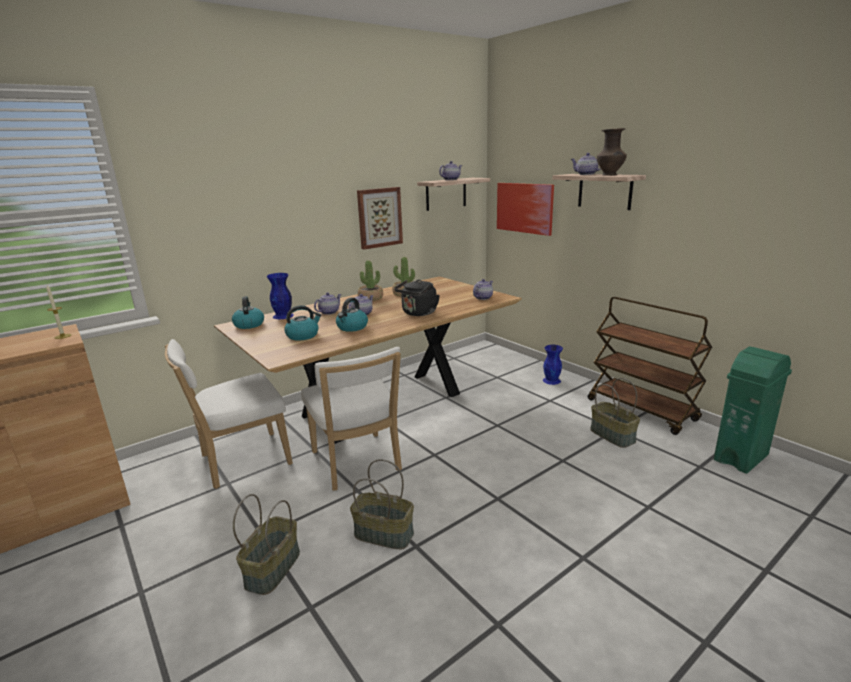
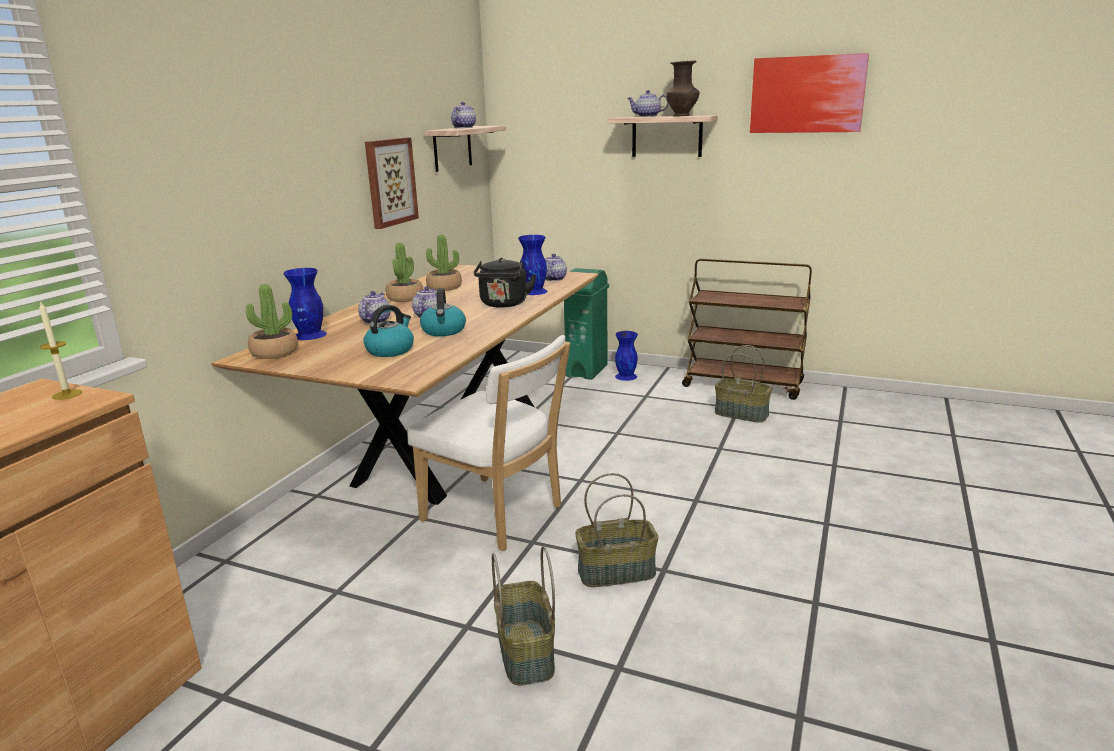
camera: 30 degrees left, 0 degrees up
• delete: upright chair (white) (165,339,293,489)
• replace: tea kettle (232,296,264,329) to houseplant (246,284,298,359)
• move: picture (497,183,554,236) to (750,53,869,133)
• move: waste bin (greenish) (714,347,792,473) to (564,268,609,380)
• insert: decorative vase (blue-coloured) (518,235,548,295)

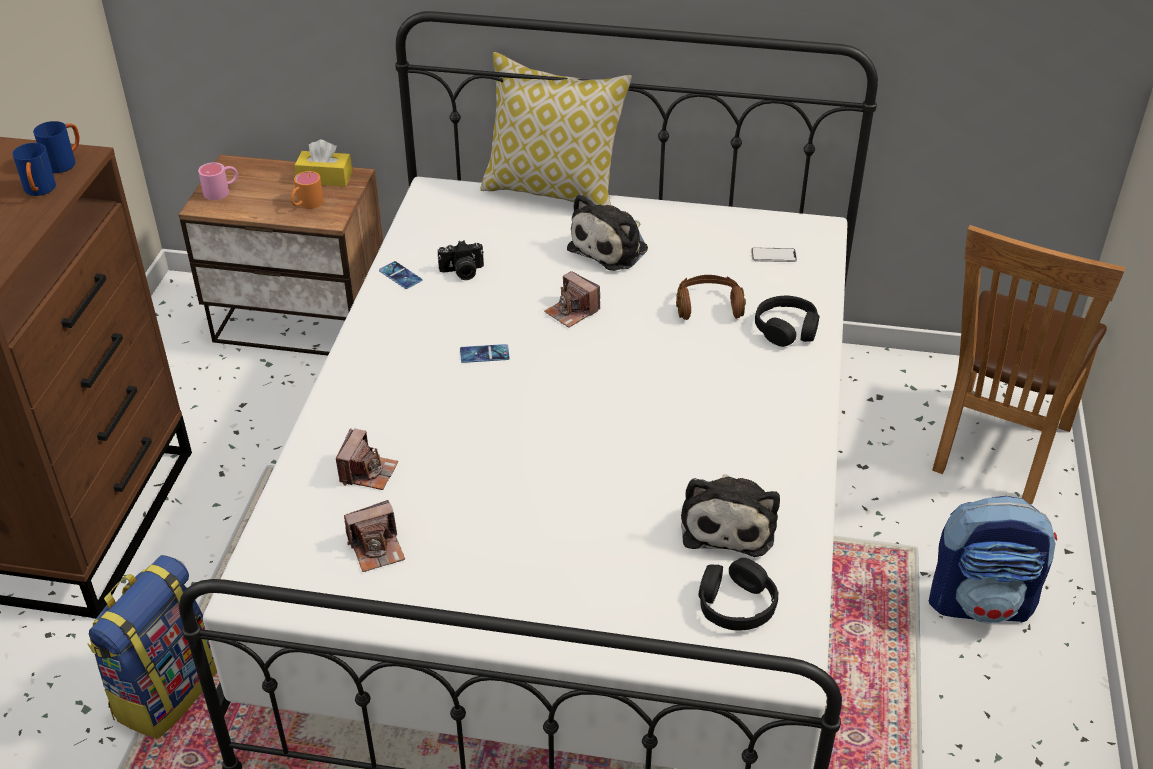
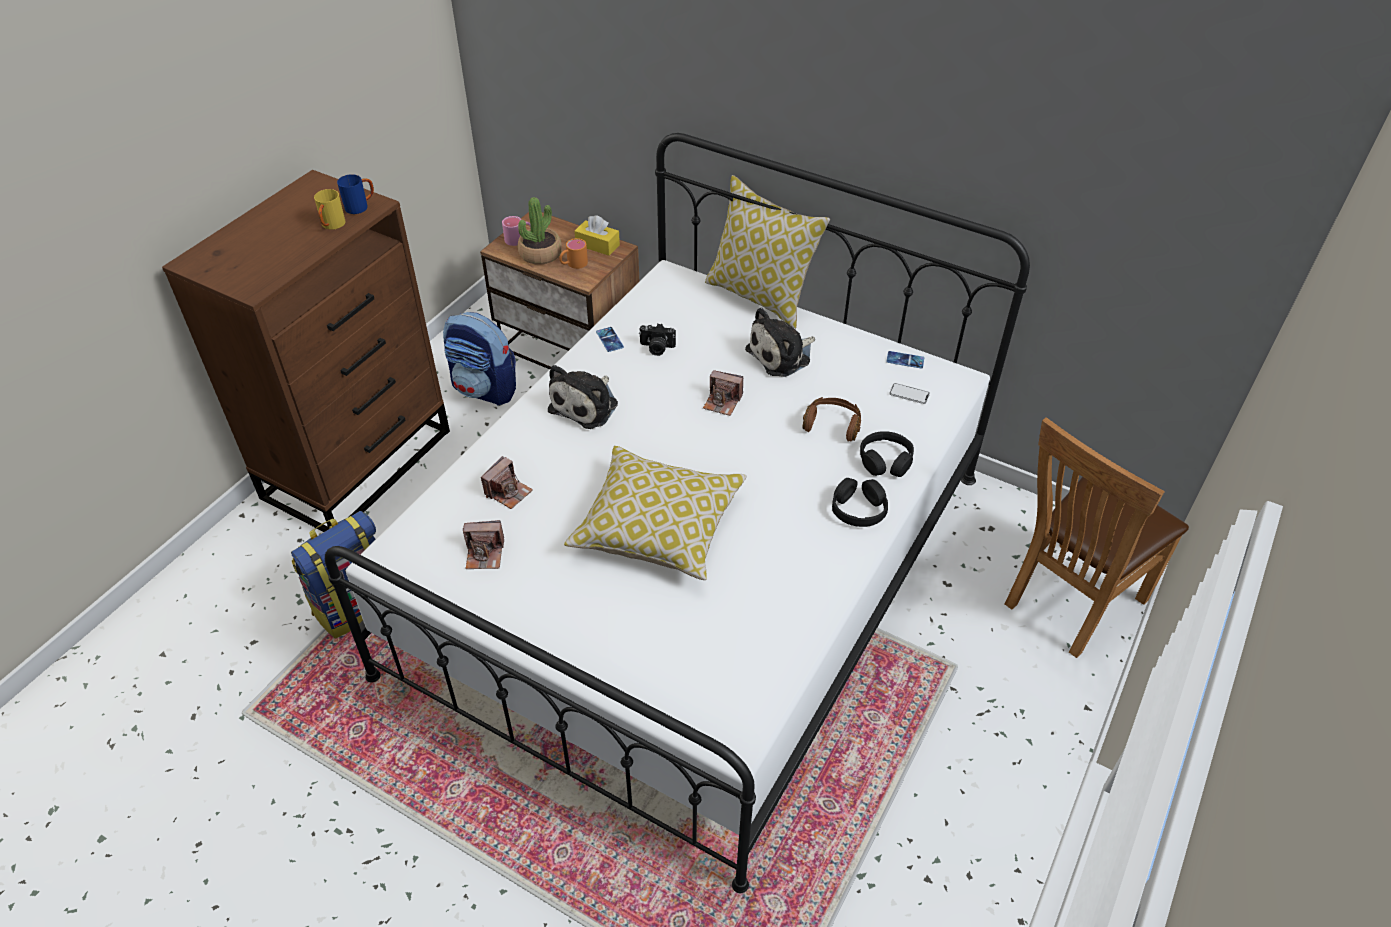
camera: 20 degrees right, 5 degrees up
• recolor: coffee mug (blue-coloured) (12,143,56,196) to coffee mug (yellow) (314,189,346,230)
• move: handset (460,344,510,363) to (886,351,924,369)
• rotate: still camera (544,271,600,328) = (703,370,743,416) 45 degrees counterclockwise
• move: cuddly toy (681,474,780,557) to (548,365,618,429)
• move: pair of headphones (blackish) (698,558,778,631) to (832,478,888,527)
• move: rucksack (929,496,1057,623) to (443,312,516,405)
• insert: houseplant (518,197,562,264)
• insert: pillow (564,446,747,580)

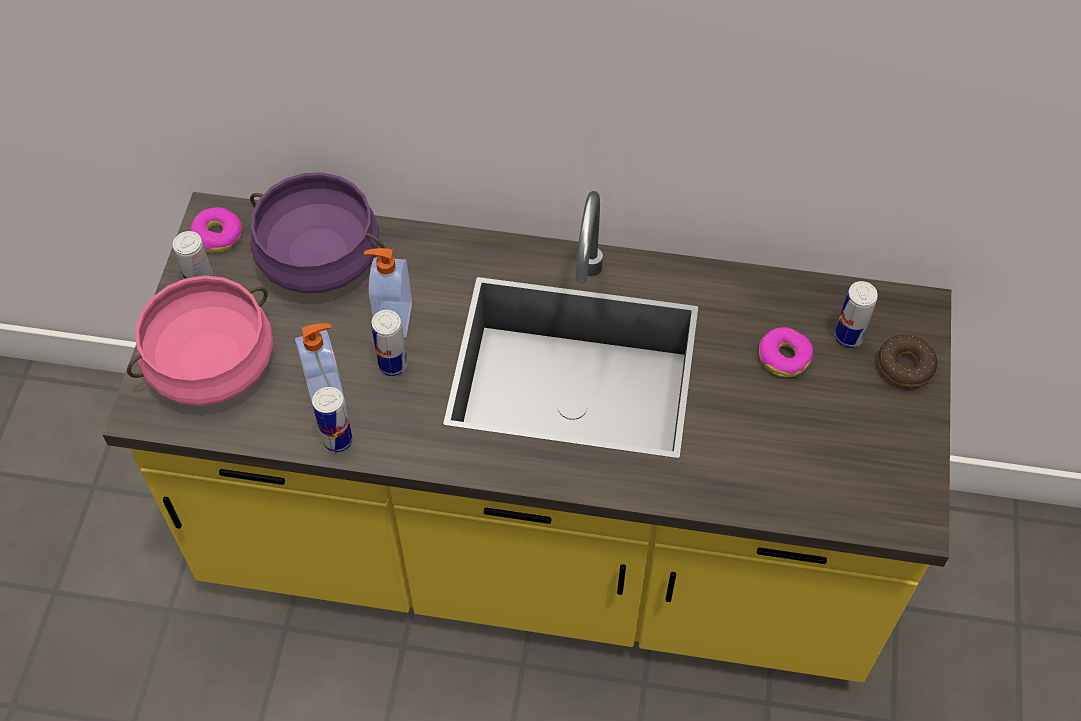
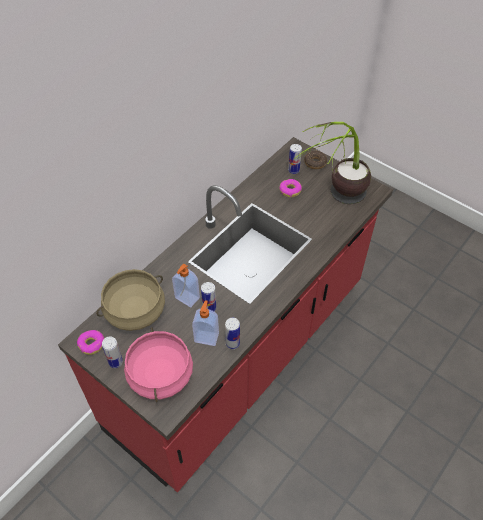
camera: 60 degrees left, 5 degrees down
• recolor: kitchen base unit (yellow) (102,191,951,682) to kitchen base unit (reddish) (58,137,393,492)
• recolor: saucepot (purple) (250,172,385,293) to saucepot (beige) (96,269,165,331)
• insert: houseplant (294,122,371,204)

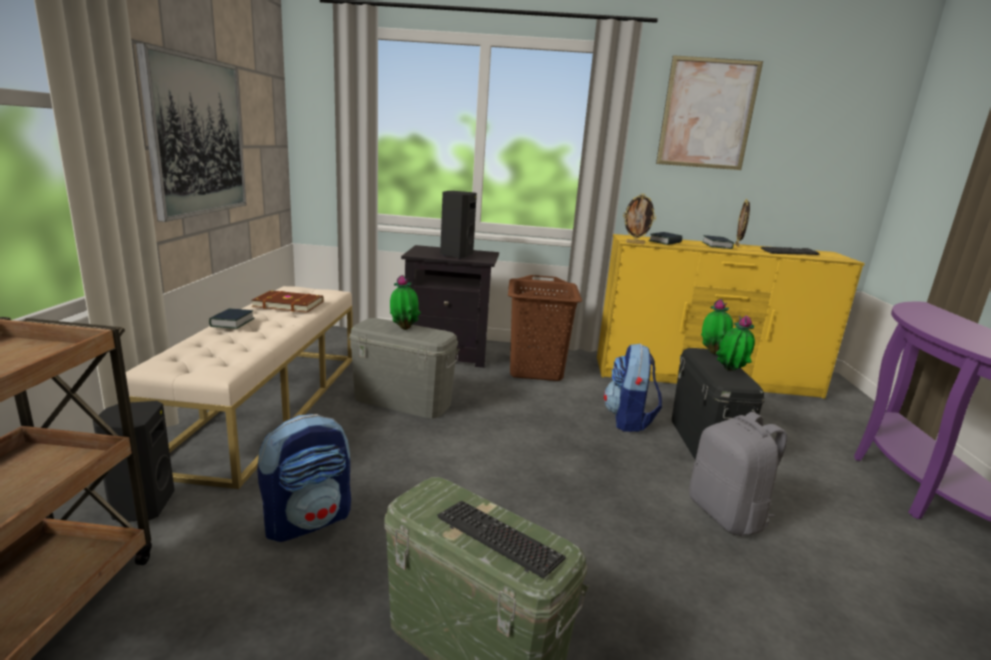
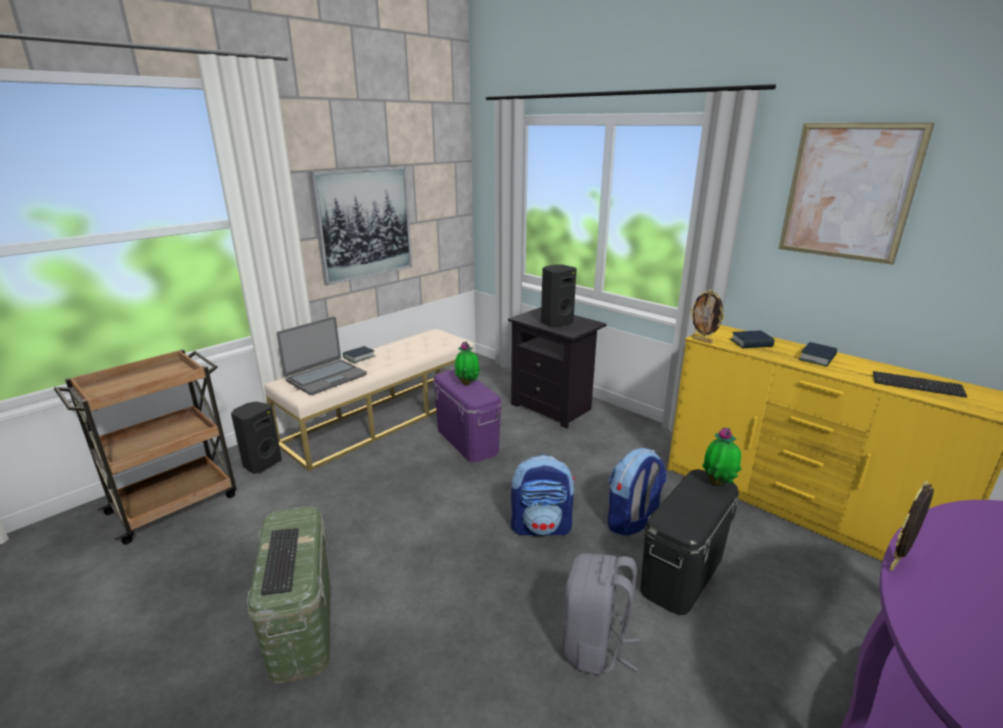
camera: 40 degrees right, 5 degrees up
• delete: bound book (brownish) (252,290,324,313)
• move: rucksack (257,414,351,542) to (511,455,575,536)
• recolor: storage bin (gray) (349,318,460,419) to storage bin (purple) (433,369,502,462)
• delete: hamper (brownish) (508,275,582,381)
• delete: houseplant (716,315,755,371)
• move: standing frame (735,199,750,247) to (889,480,934,571)
• insert: portable computer (277,317,367,395)

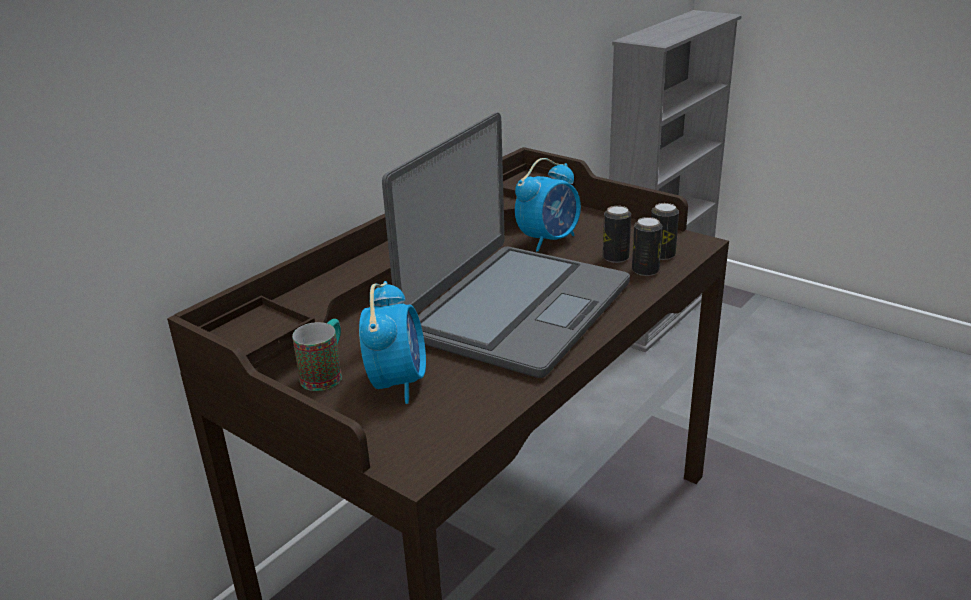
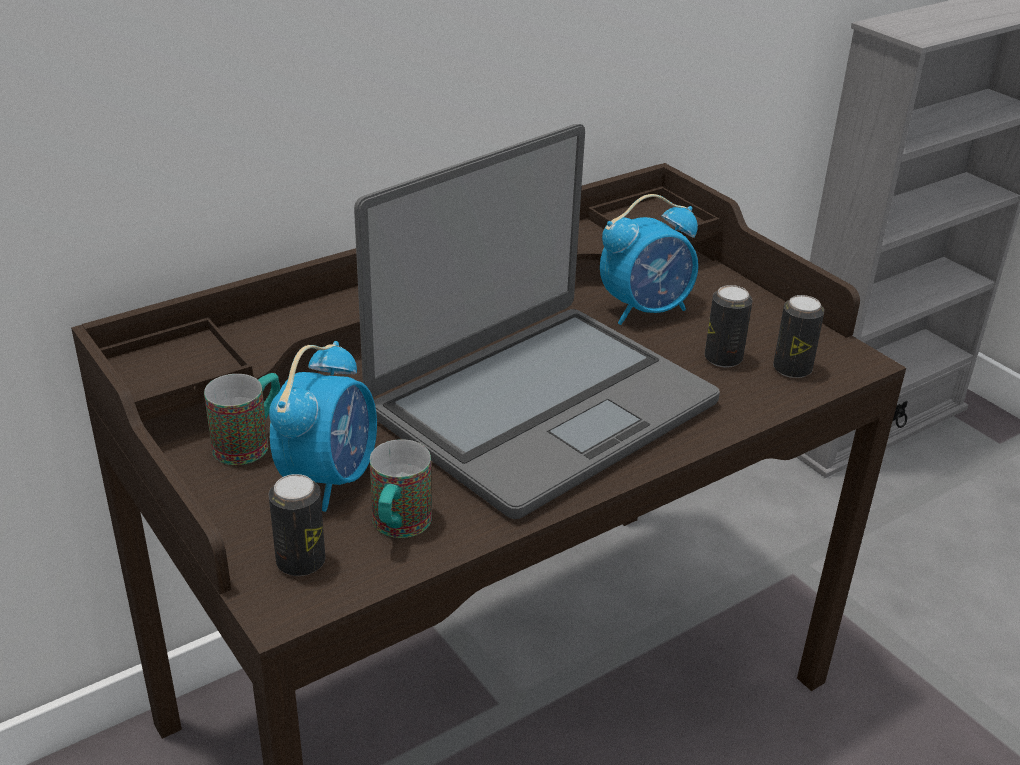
camera: 15 degrees right, 5 degrees up
• move: sealed can (632,217,662,276) to (269,474,326,576)
• insert: coffee mug (370,439,432,538)

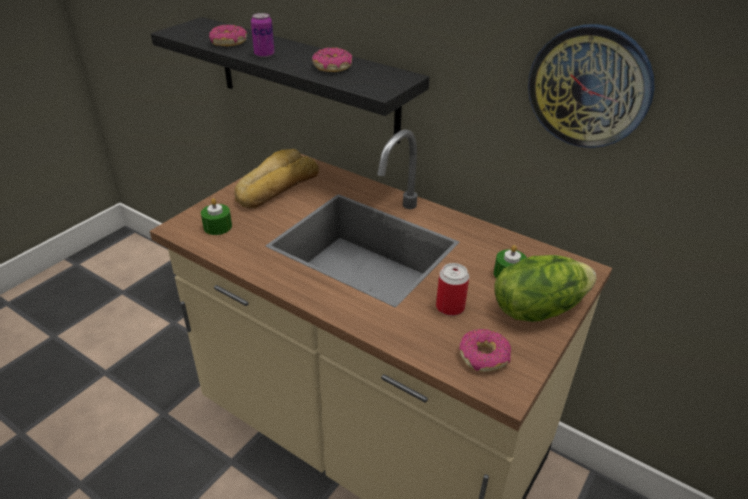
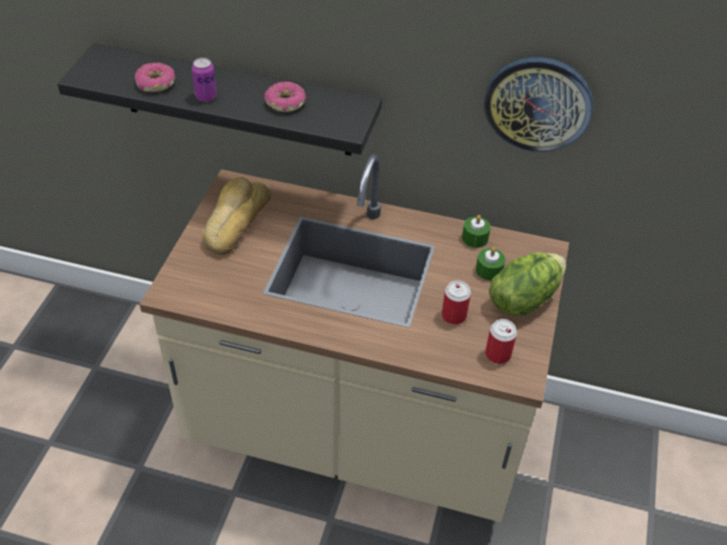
camera: 20 degrees left, 10 degrees up
• move: wax candle (greenish) (201,198,232,235) to (462,215,491,248)
• replace: ring doughnut (459,329,511,372) to sealed can (485,319,517,364)

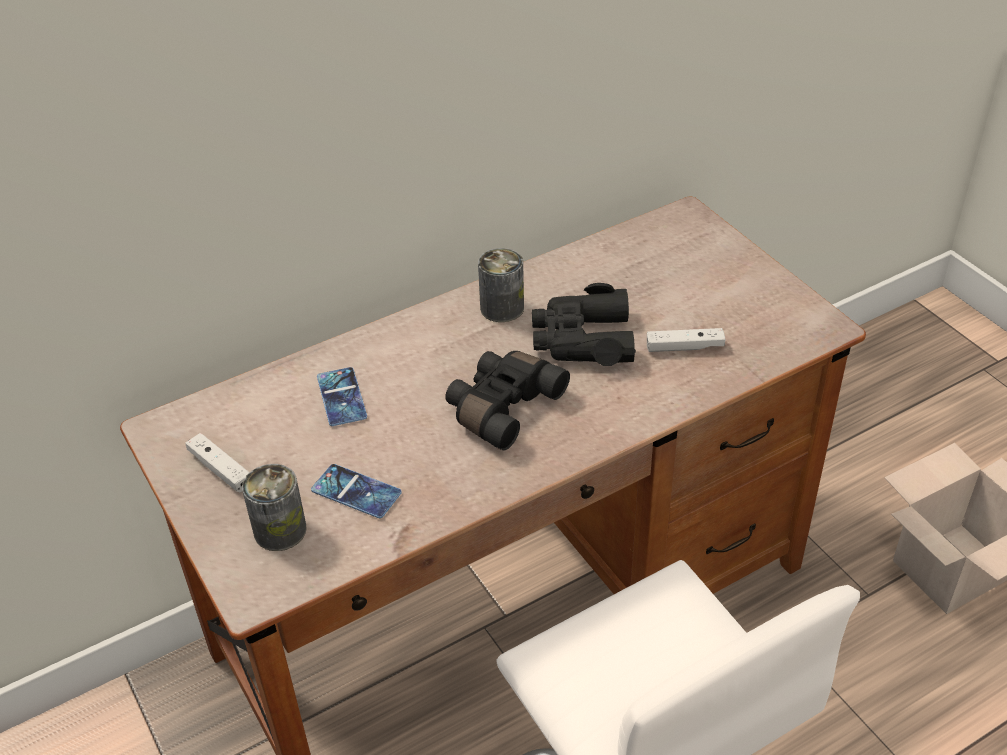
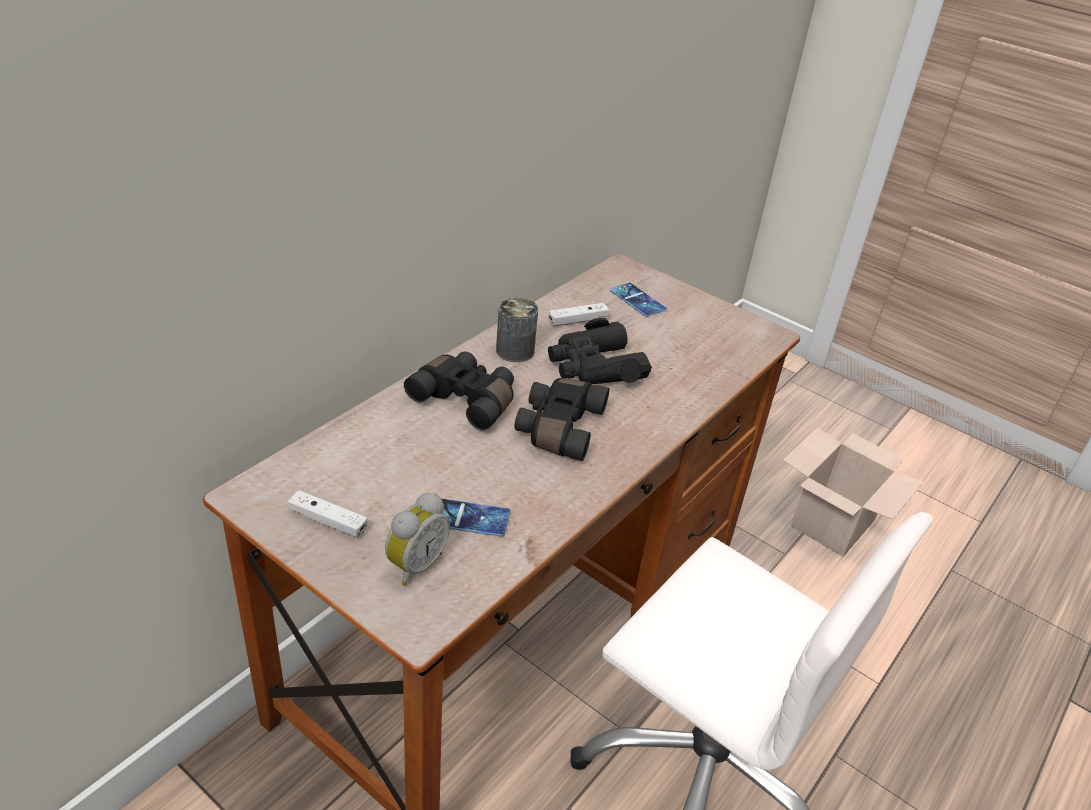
camera: 25 degrees left, 5 degrees down
• replace: sealed can (242,464,307,551) to bedside clock (385,492,450,586)
• move: handset (317,367,367,426) to (610,283,667,317)
• move: game controller (white) (647,328,725,352) to (549,303,609,327)
• insert: field glasses (blackish) (404,351,514,430)

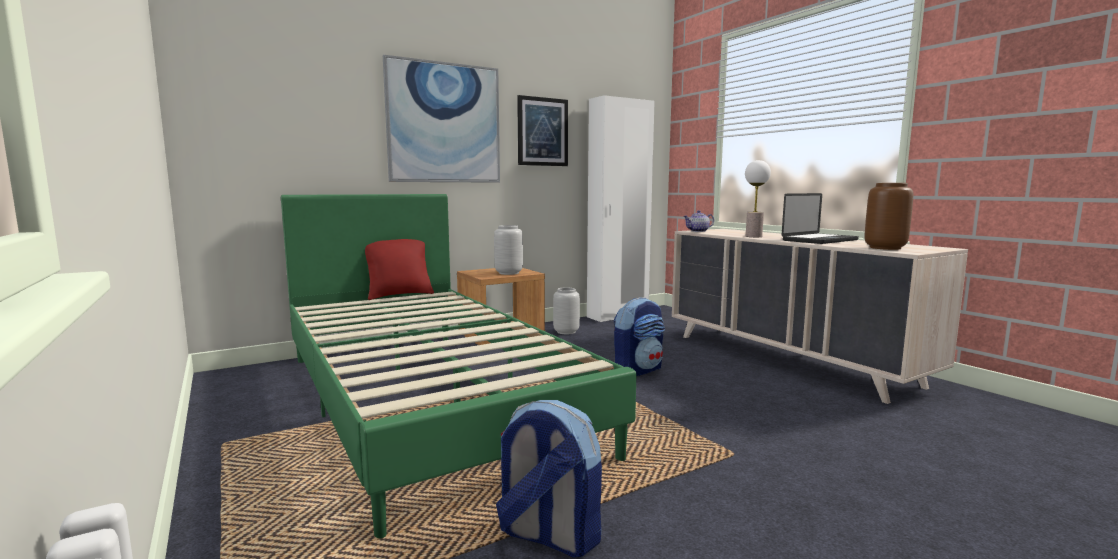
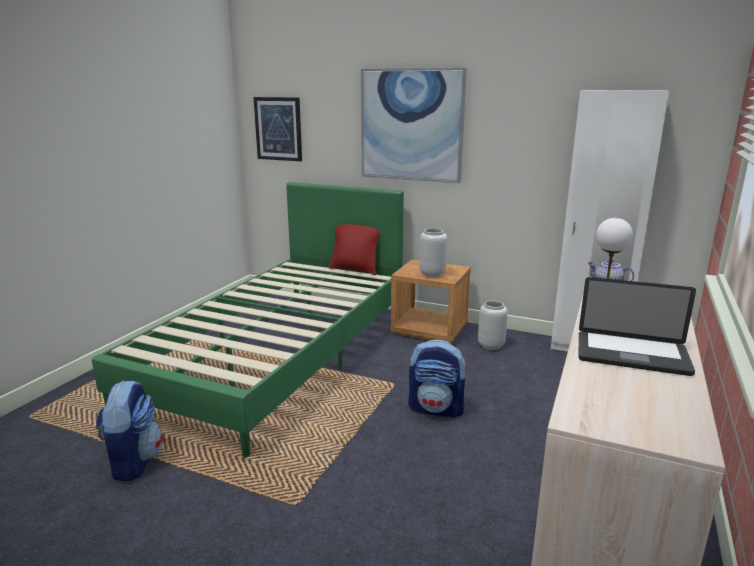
camera: 55 degrees right, 10 degrees up
• move: picture (517,95,568,166) to (253,97,302,161)
• delete: decorative vase (brownish) (865,183,913,250)

